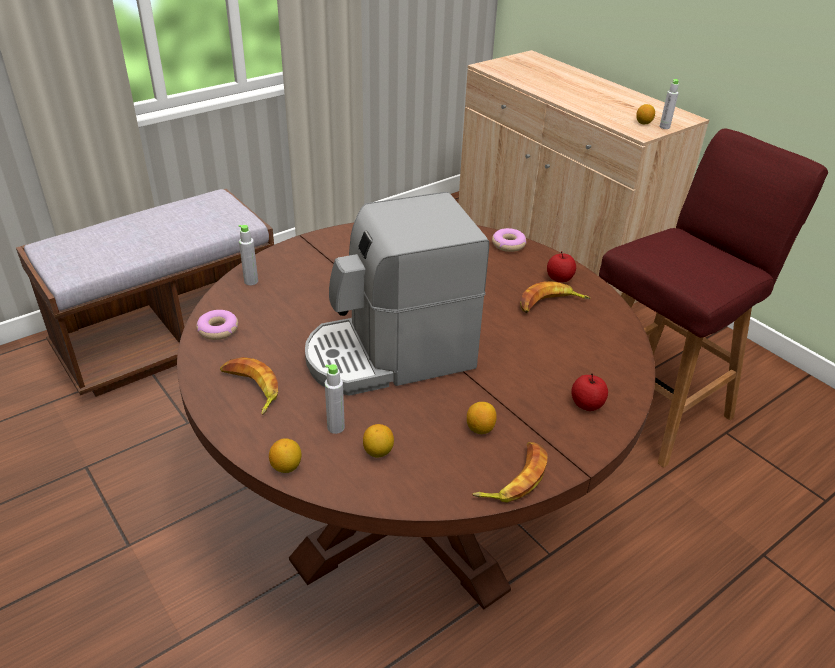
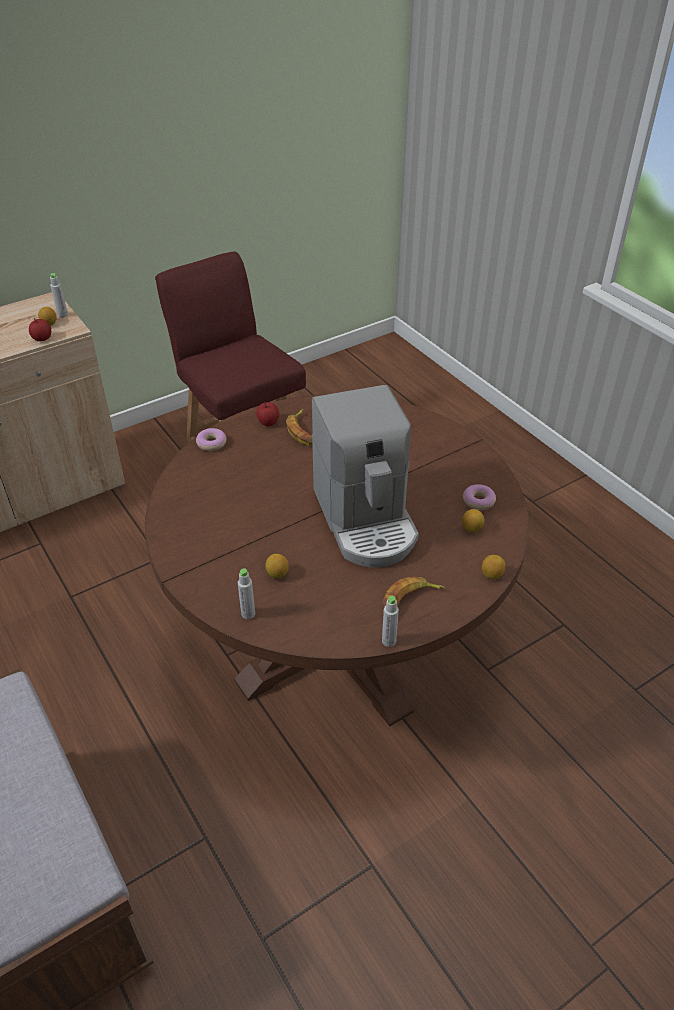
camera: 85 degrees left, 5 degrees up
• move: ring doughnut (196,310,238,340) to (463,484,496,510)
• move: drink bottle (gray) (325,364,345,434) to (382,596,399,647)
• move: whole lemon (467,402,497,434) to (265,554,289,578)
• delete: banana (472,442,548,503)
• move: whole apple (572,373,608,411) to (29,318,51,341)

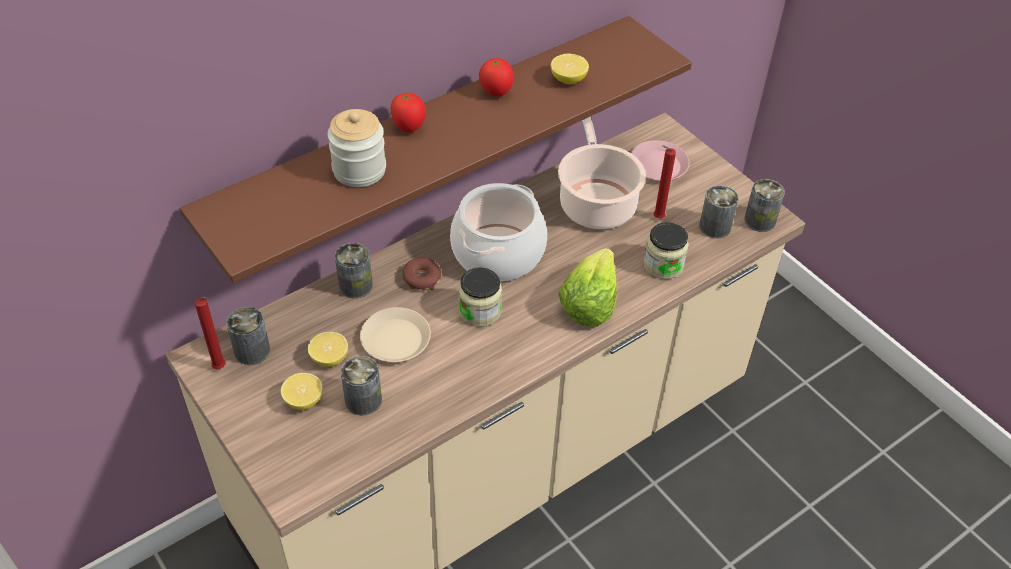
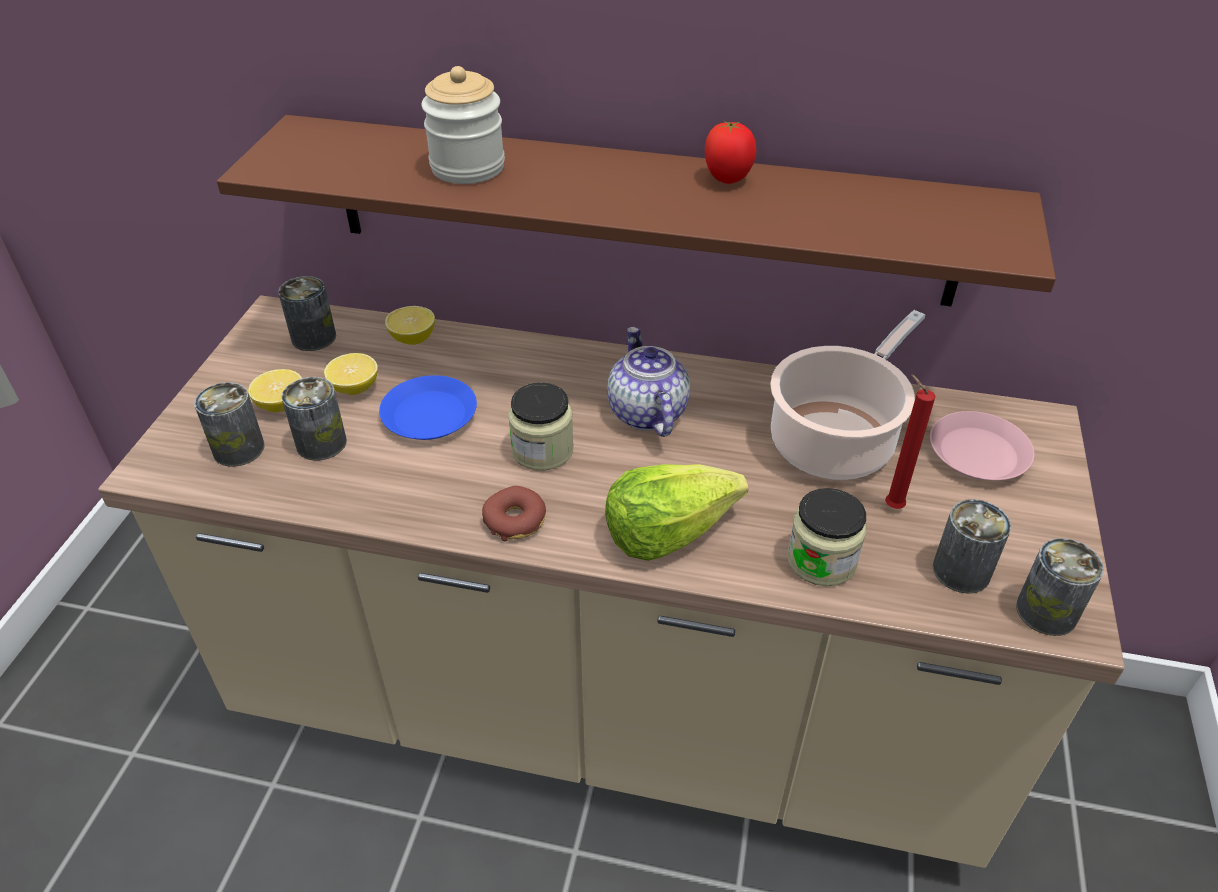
camera: 50 degrees right, 5 degrees down
• delete: wax candle (reddish) (195,296,226,369)
• move: sealed can (335,243,373,298) to (194,382,264,467)
• recolor: dinner plate (beige) (360,307,431,362) to dinner plate (blue-coloured) (379,375,477,440)
• delete: fresh tomato (391,92,426,133)
• move: ring doughnut (402,258,441,291) to (482,486,546,541)
• replace: saucepot (450,183,547,281) to teapot (607,327,690,437)
• move: whole lemon (551,54,589,84) to (385,306,435,345)

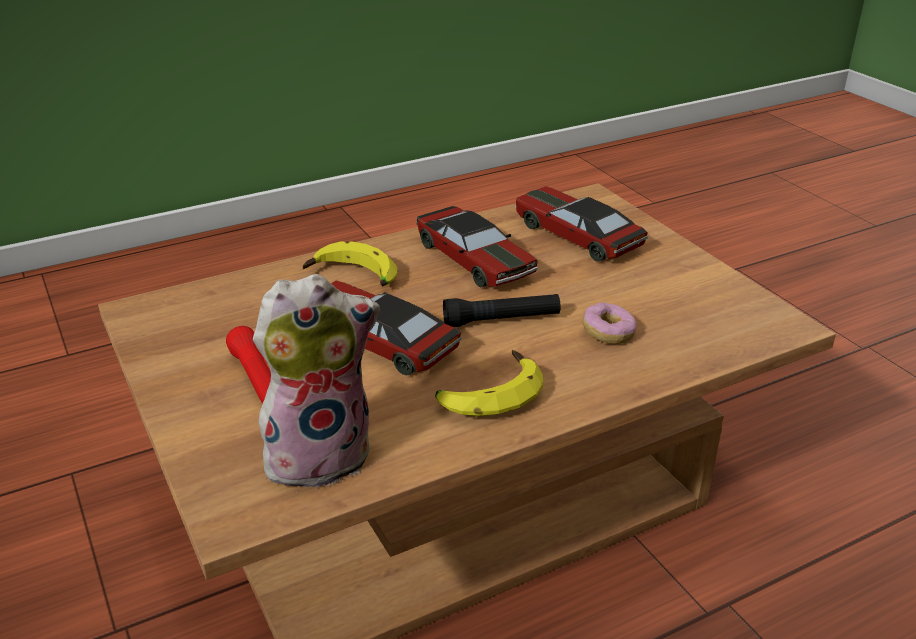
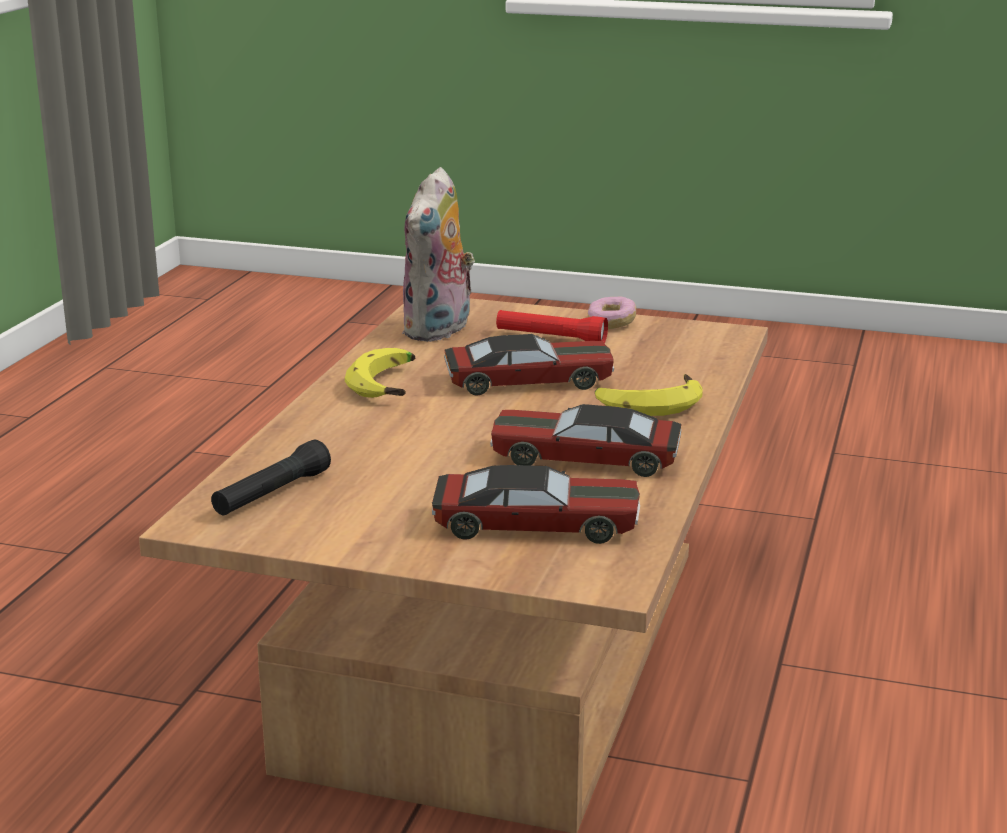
camera: 135 degrees right, 10 degrees down
• move: hand torch (blackish) (443,294,561,327) to (211,440,331,515)
• move: ring doughnut (582,302,637,344) to (588,297,636,329)

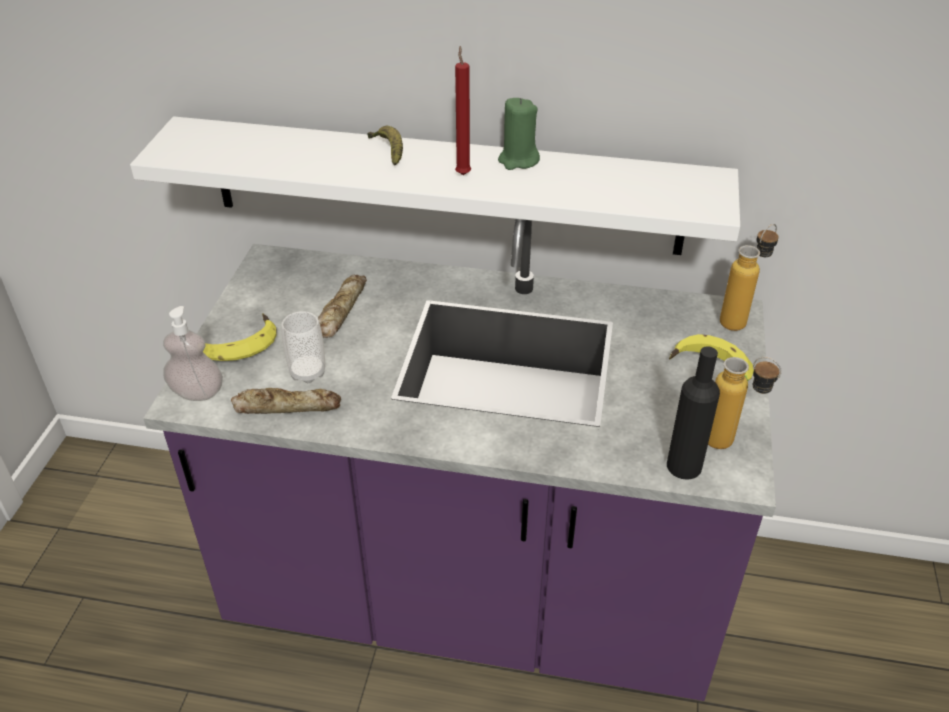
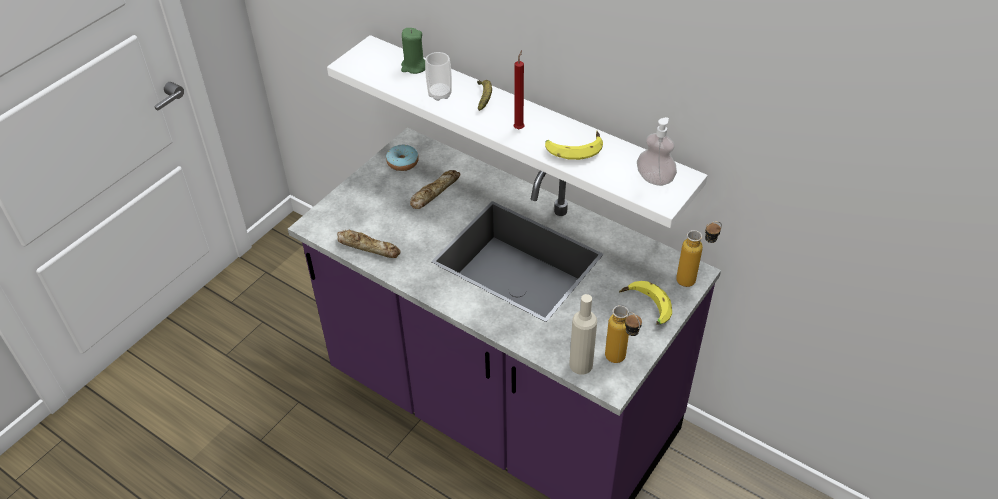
camera: 25 degrees right, 5 degrees up
• move: soap dispenser (163,306,223,401) to (637,117,677,186)
• move: banana (203,313,277,361) to (545,131,603,160)
• move: cup (281,311,325,383) to (425,52,452,101)
• move: wax candle (greenish) (498,98,540,170) to (401,28,425,74)
• recolor: drink bottle (blackish) (667,346,720,480) to drink bottle (beige) (569,294,597,375)
• insert: ring doughnut (386,144,419,171)

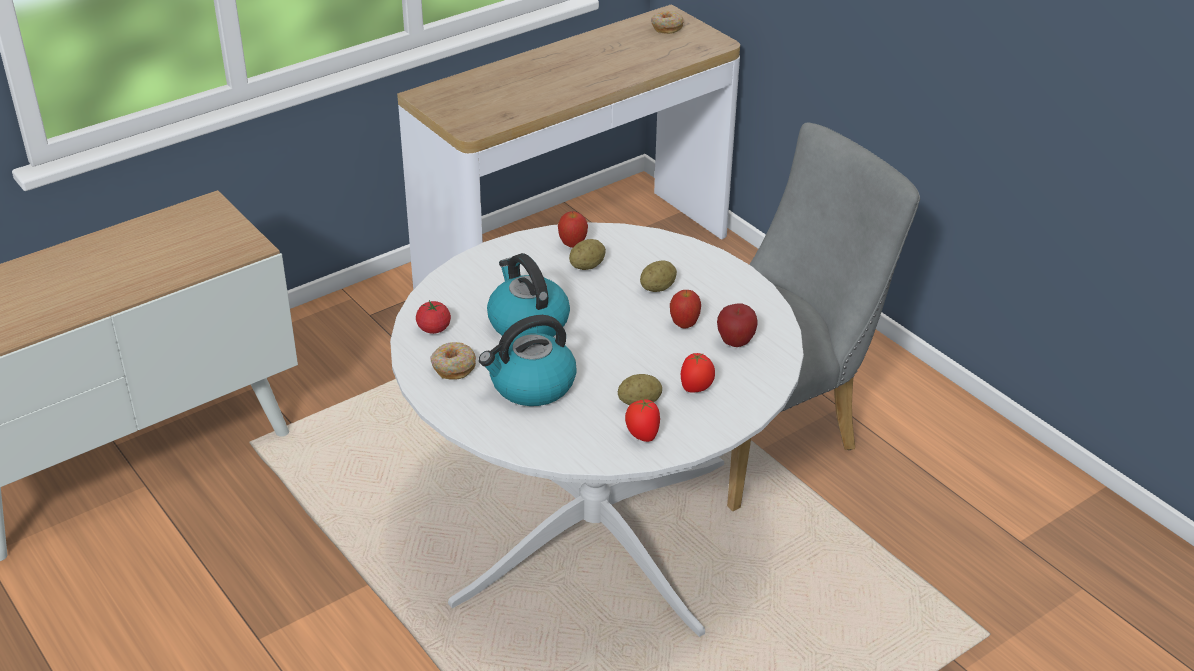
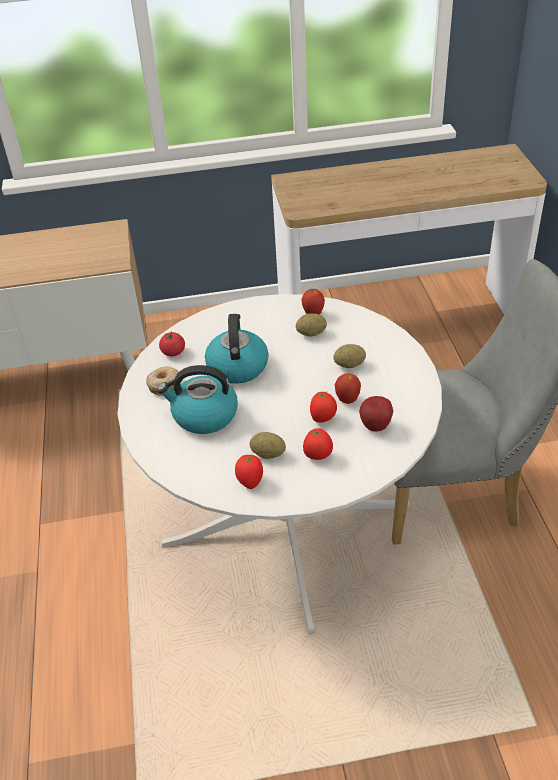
camera: 30 degrees right, 5 degrees up
• delete: ring doughnut (651,11,684,34)
• insert: fresh tomato (310,392,337,422)

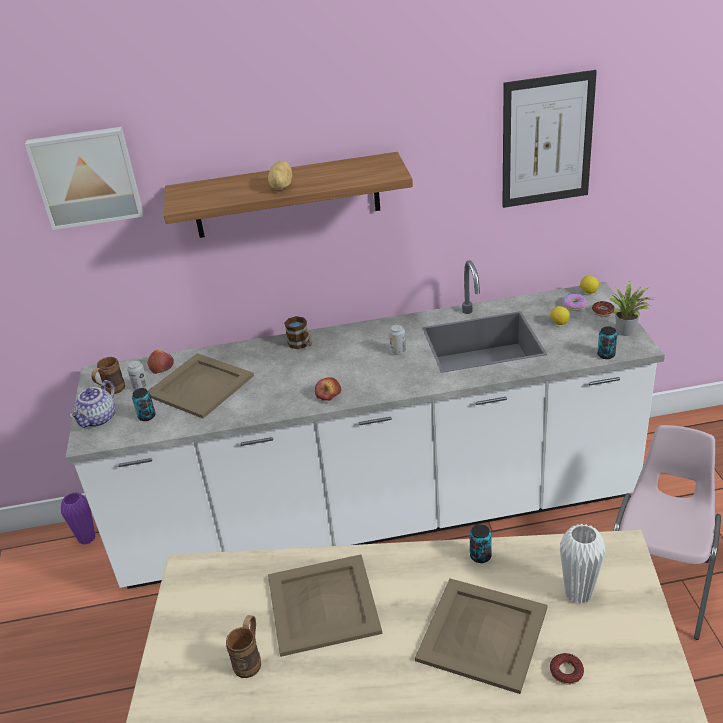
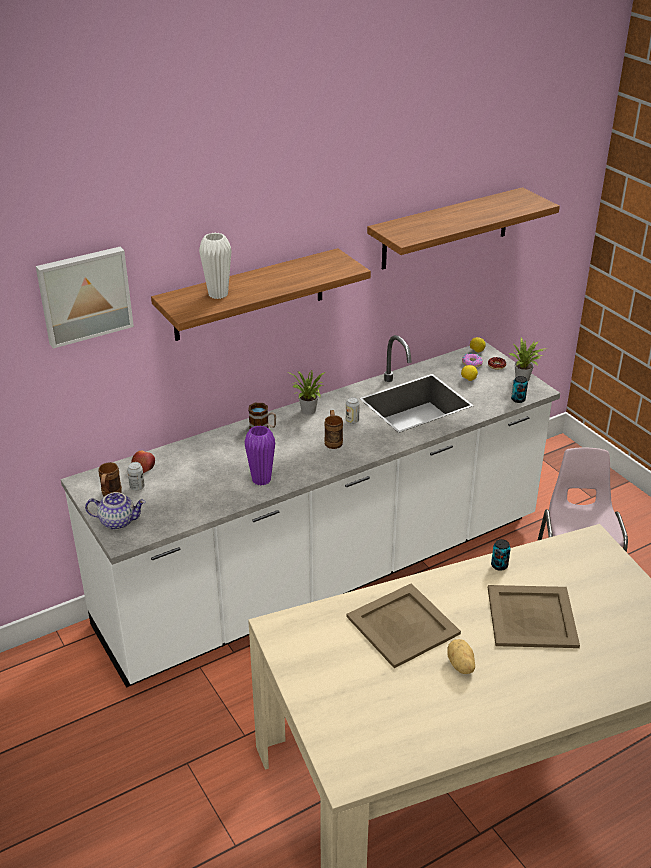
camera: 25 degrees left, 0 degrees up
• move: decorative vase (purple) (61,492,96,545) to (245,425,275,486)
• rotate: teapot (70,380,115,428) = (85,492,146,530) 90 degrees counterclockwise
• delete: sealed can (132,388,156,421)
• delete: serving tray (beige) (148,353,254,419)
• move: coffee mug (brownish) (226,615,261,678) to (325,410,343,449)
• move: potato (268,161,292,190) to (447,639,475,674)
• delete: whole apple (315,377,341,401)
• replace: picture (502,70,597,208) to wall shelf (367,187,560,270)
• delete: ring doughnut (550,653,584,685)
• move: decorative vase (white) (560,524,606,604) to (199,233,232,299)
• insert: houseplant (286,371,325,415)

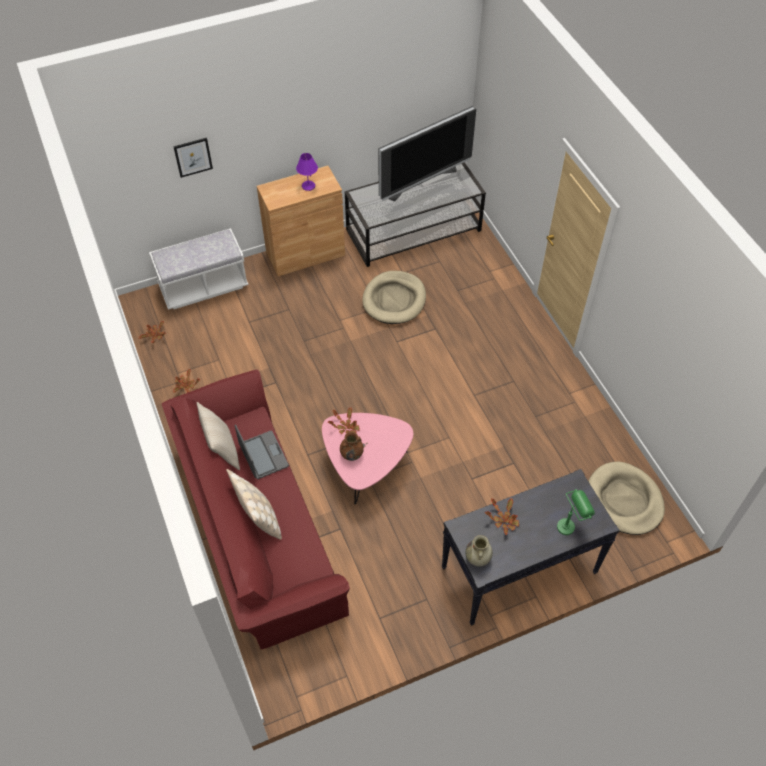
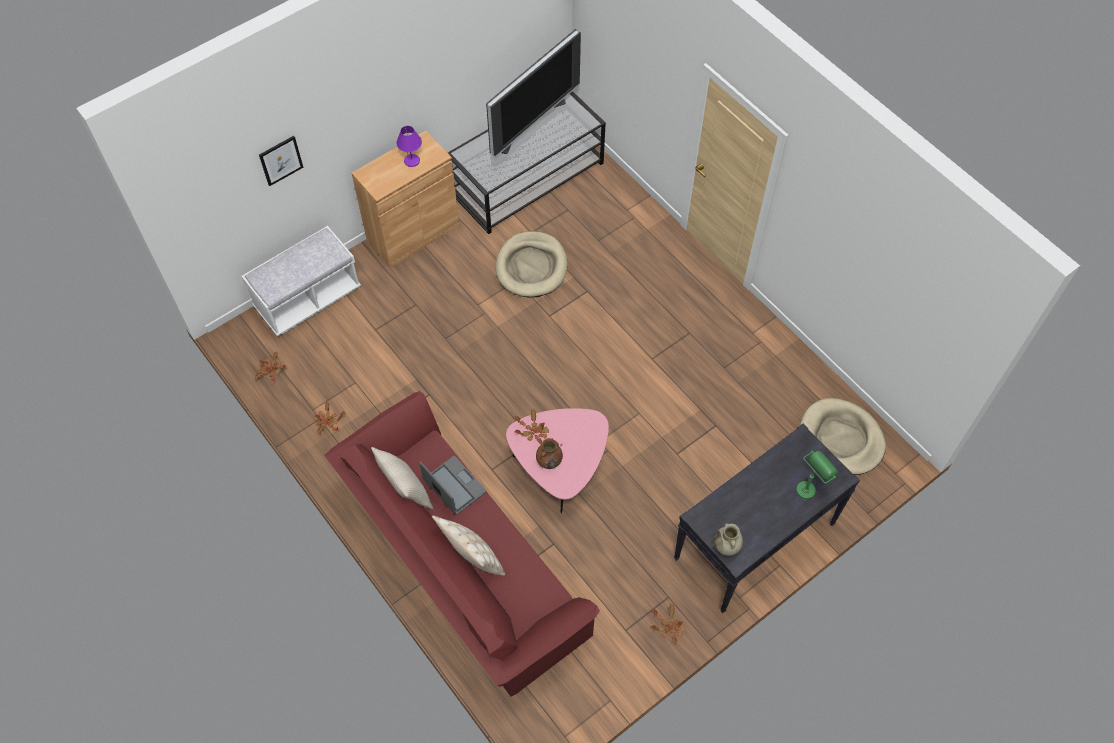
camera: 15 degrees left, 5 degrees up
• move: houseplant (485,498,519,535) to (650,604,685,645)

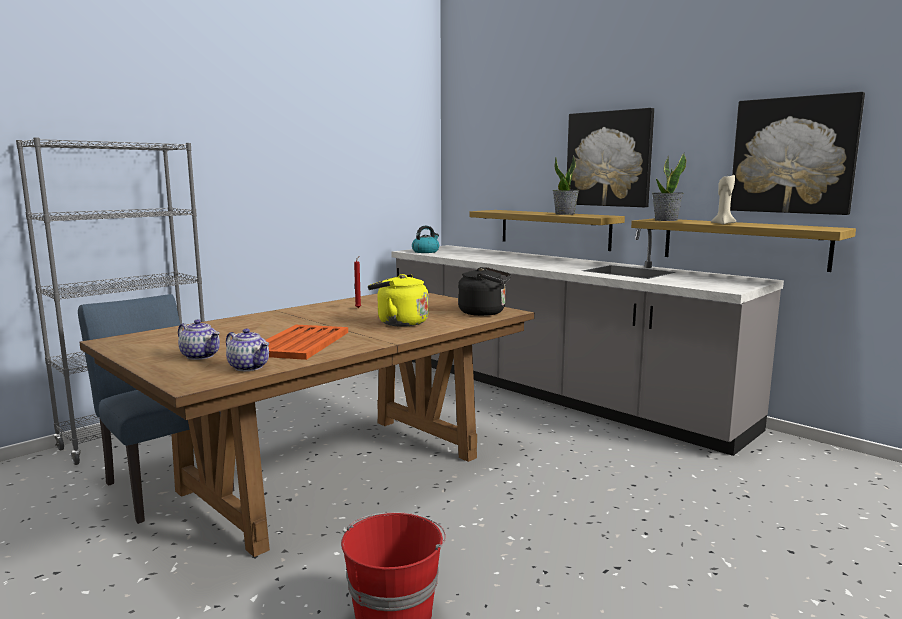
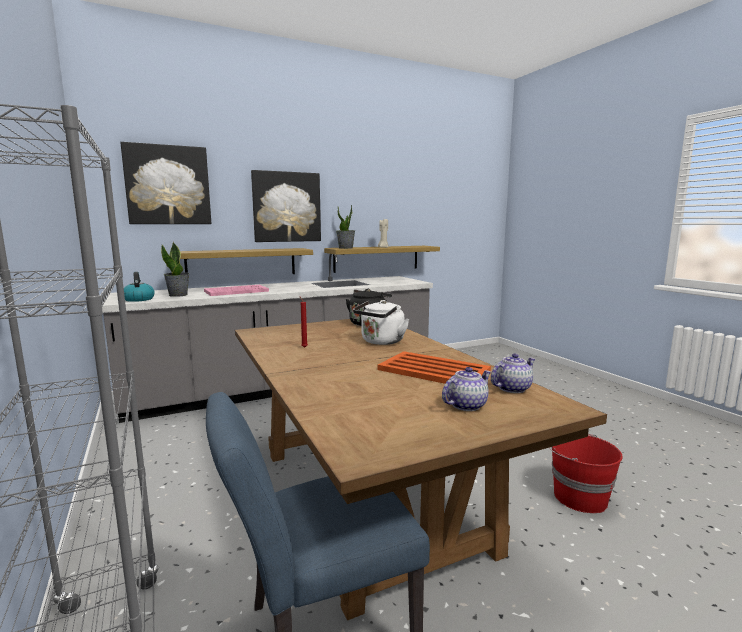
camera: 70 degrees left, 0 degrees up
• recolor: tea kettle (yellow) (368,274,429,327) to tea kettle (white) (353,300,409,345)
• move: houseplant (553,155,579,215) to (161,242,189,297)
• move: picture (730,92,865,215) to (120,142,211,224)
• insert: serving tray (pinkish) (204,285,269,296)

